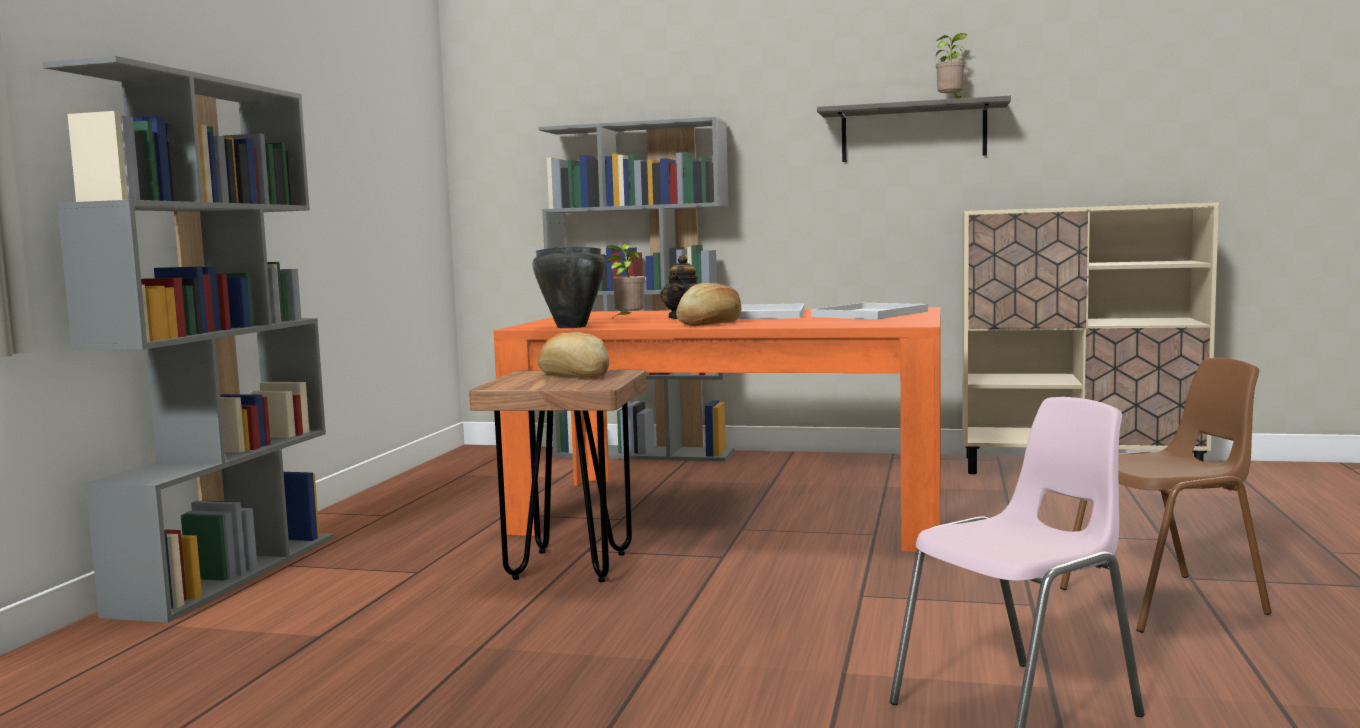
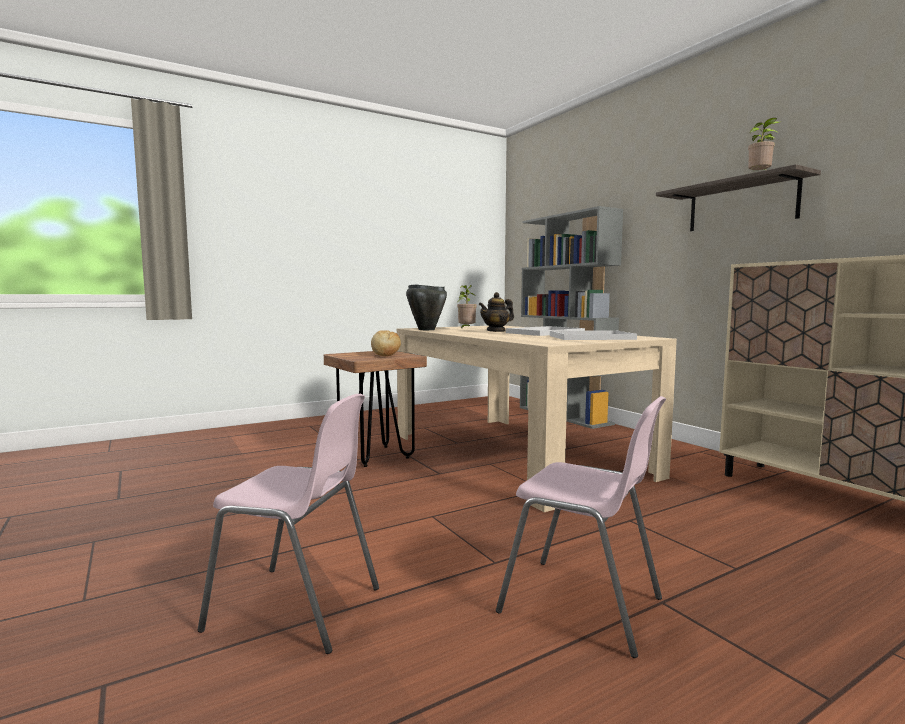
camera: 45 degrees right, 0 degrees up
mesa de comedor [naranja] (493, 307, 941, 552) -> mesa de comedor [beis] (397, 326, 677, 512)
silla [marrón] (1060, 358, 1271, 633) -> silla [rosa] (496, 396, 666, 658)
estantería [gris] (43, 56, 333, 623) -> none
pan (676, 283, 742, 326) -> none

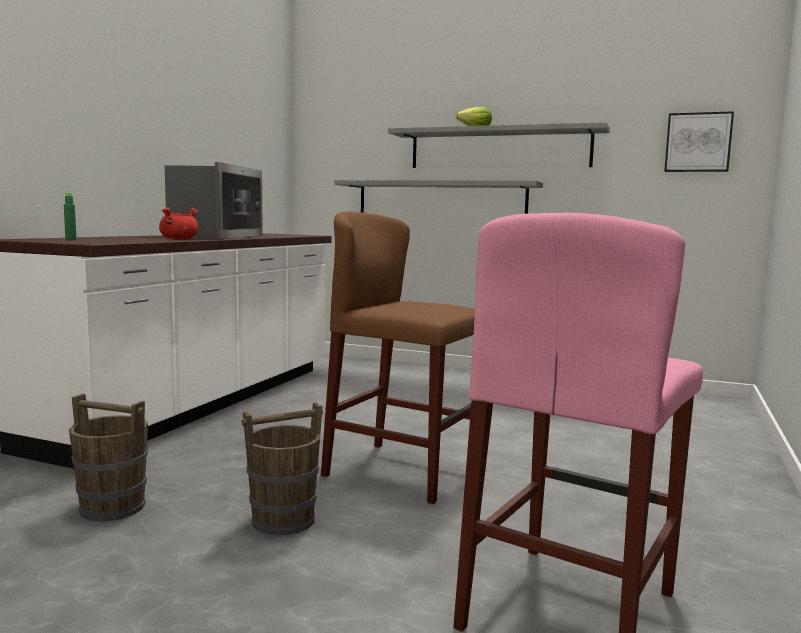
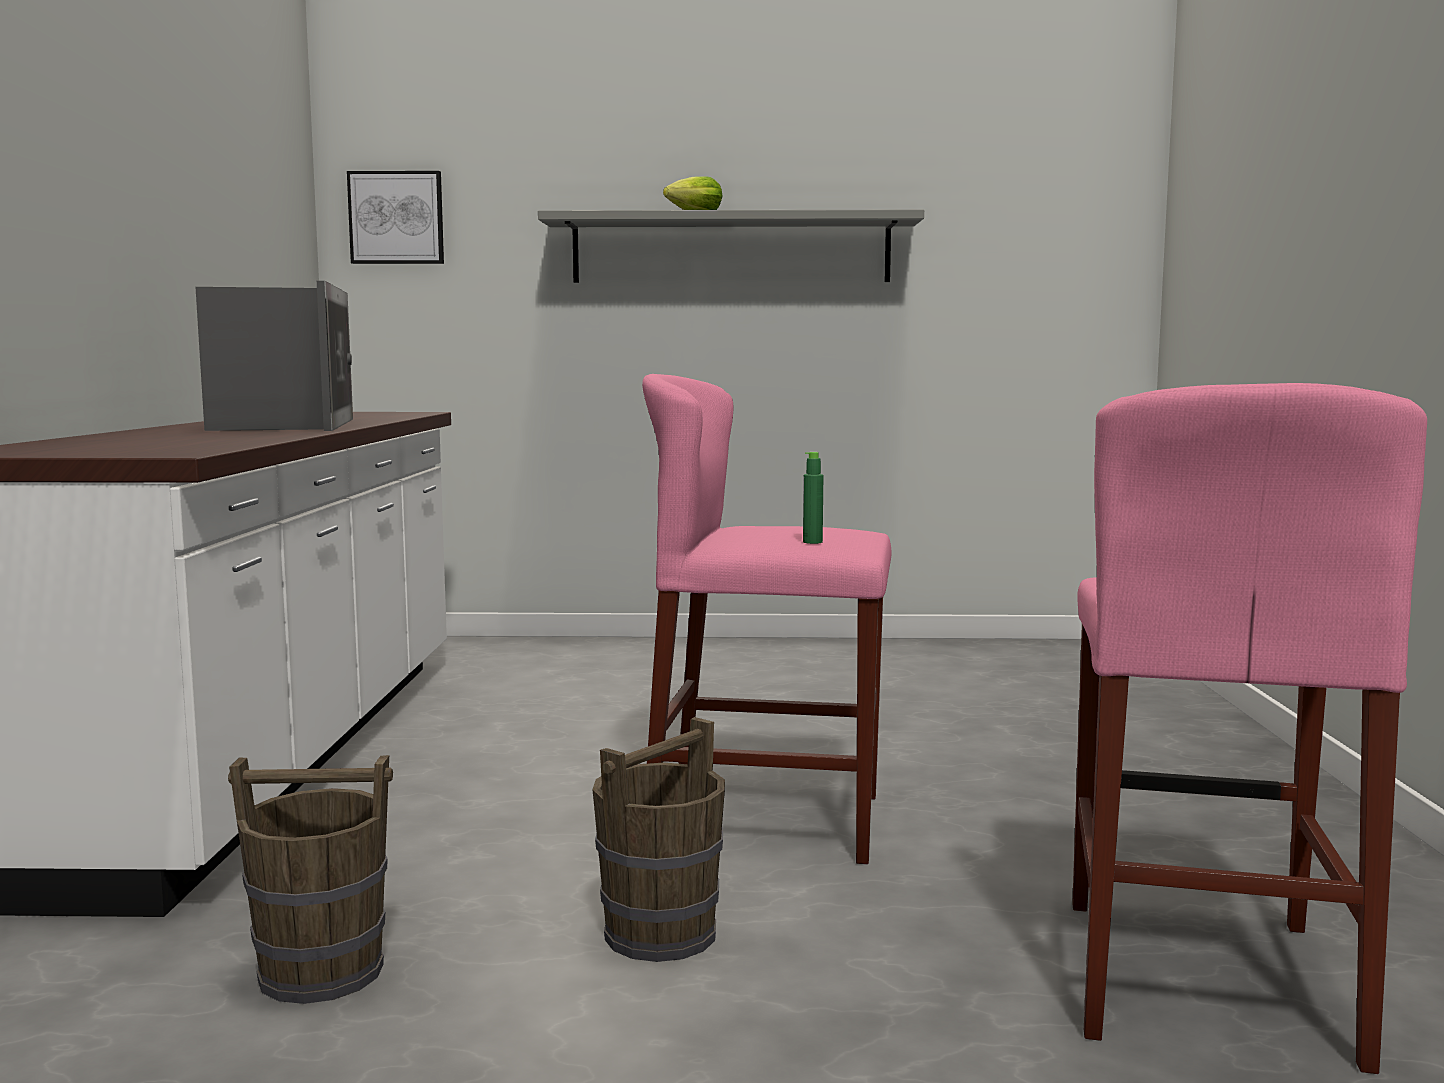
camera: 20 degrees left, 0 degrees up
cuadro (664, 111, 734, 172) -> cuadro (347, 171, 444, 264), shifted
taburete [marrón] (321, 211, 475, 504) -> taburete [rosa] (642, 374, 891, 864)
botella [verde] (64, 193, 77, 240) -> botella [verde] (803, 452, 823, 544), shifted
olla [rojo] (159, 207, 199, 240) -> none
estante [gris] (334, 180, 543, 214) -> none

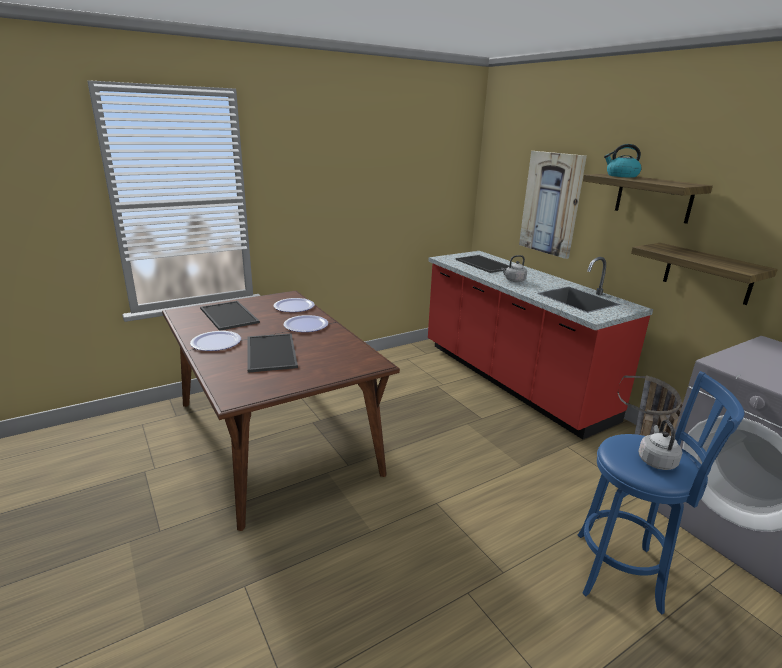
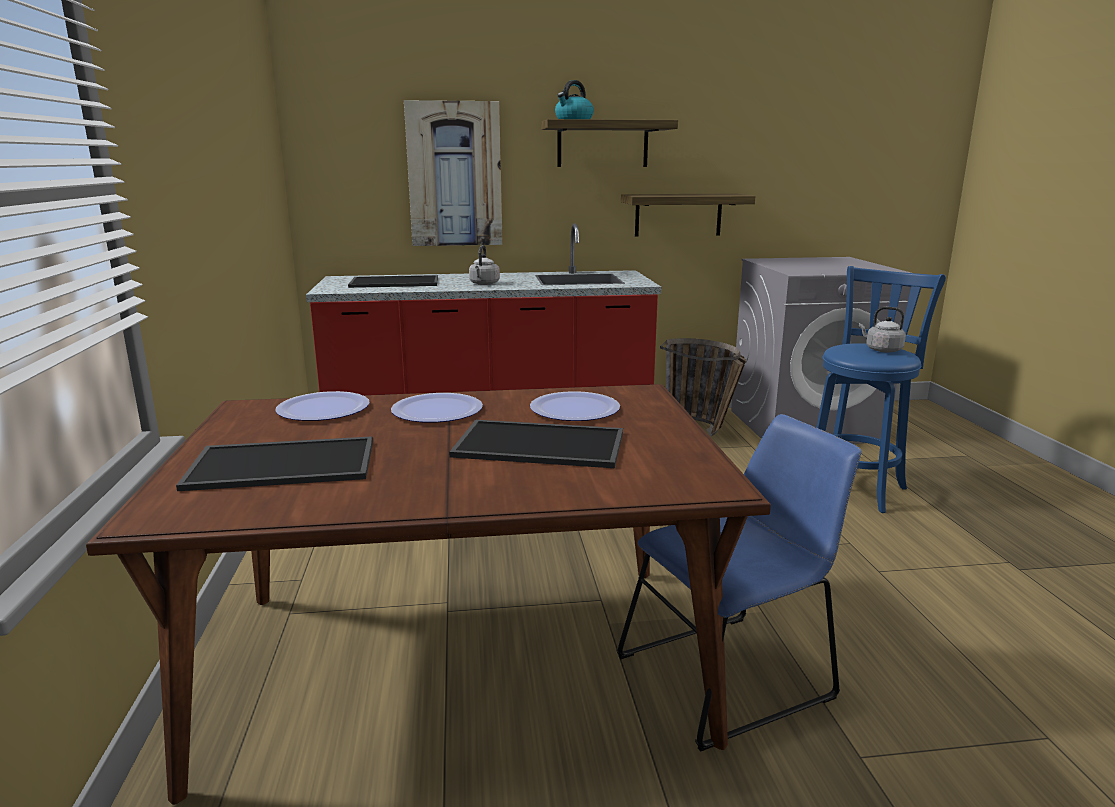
camera: 65 degrees left, 5 degrees down
plato (190, 331, 241, 351) -> plato (530, 391, 620, 421), shifted
none -> silla [azul] (616, 414, 861, 752)

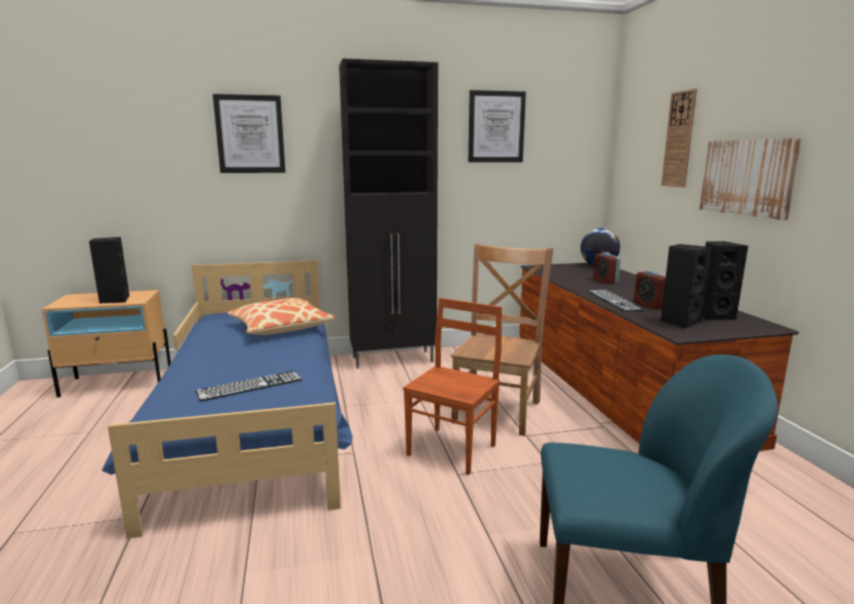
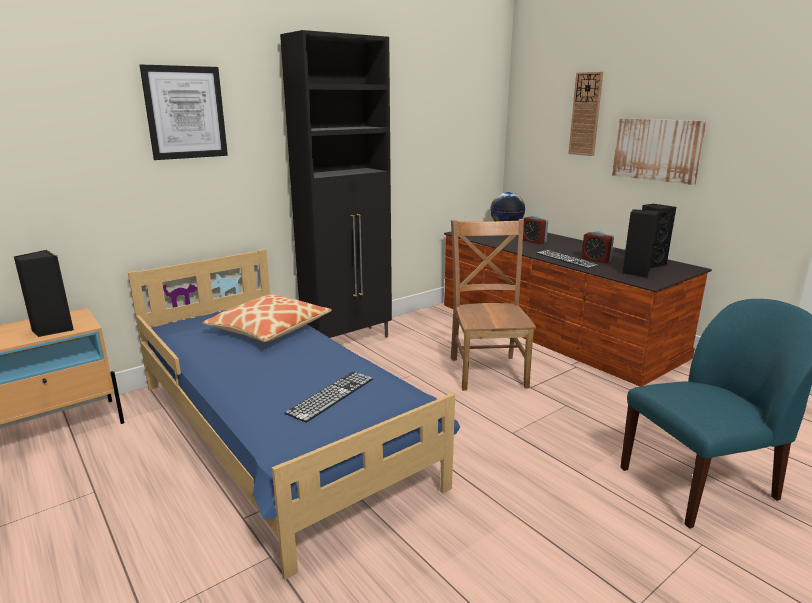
camera: 25 degrees left, 5 degrees up
silla [marrón] (403, 298, 502, 475) -> none
cuadro (468, 90, 526, 162) -> none

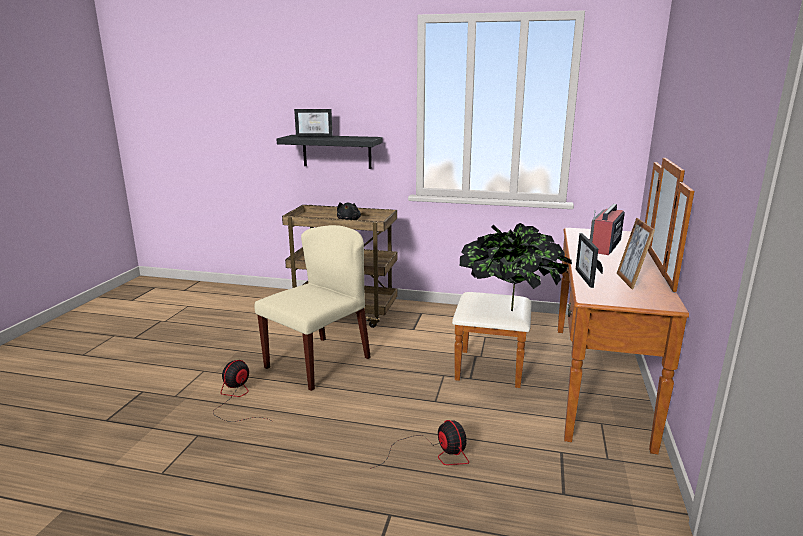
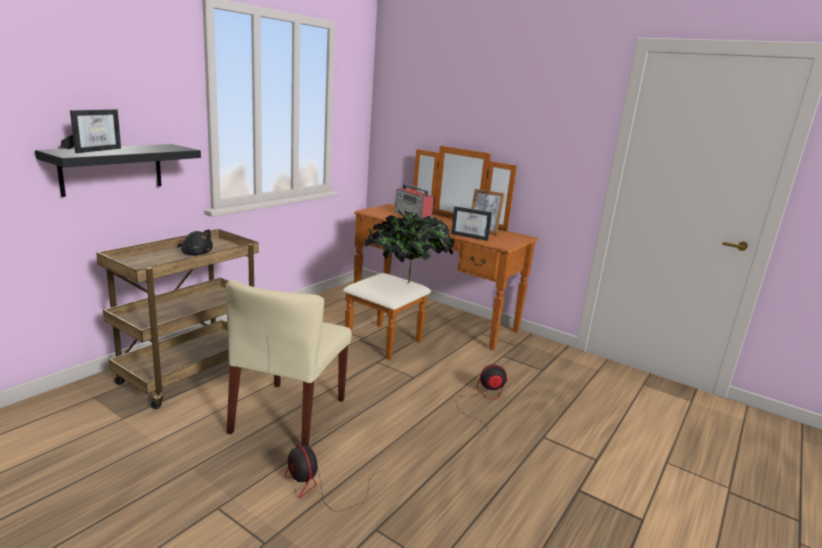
camera: 70 degrees left, 0 degrees up
silla [beis] (254, 225, 371, 391) -> silla [beis] (226, 280, 352, 447), 135 degrees counterclockwise

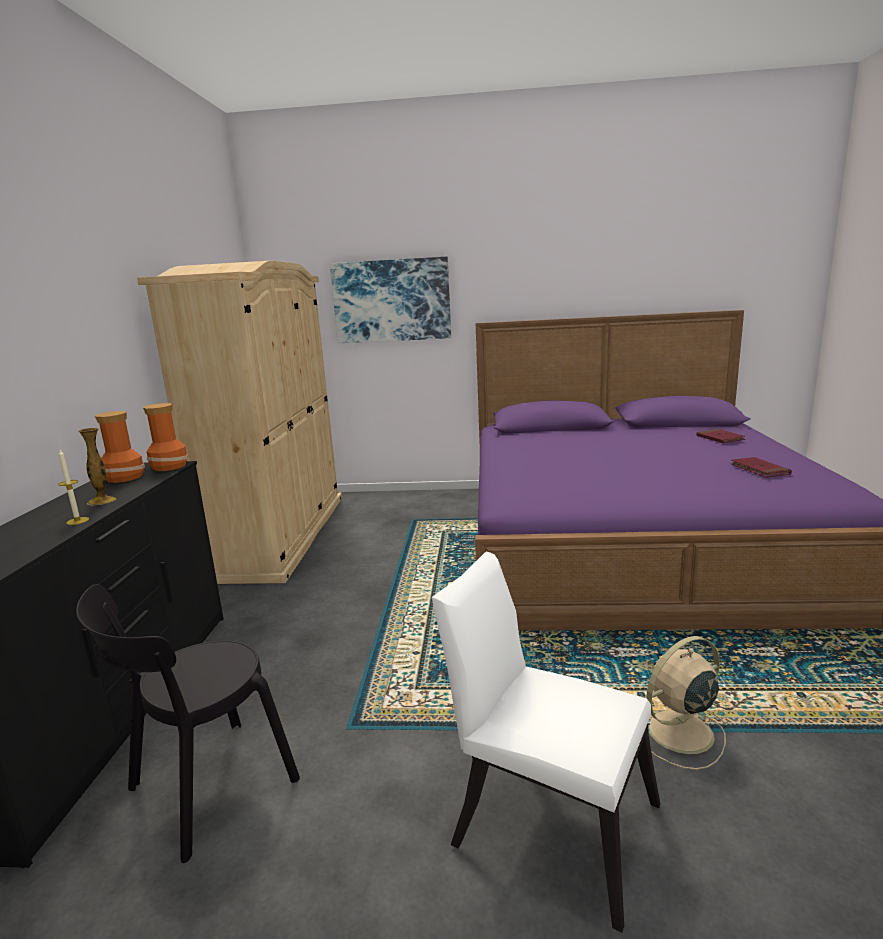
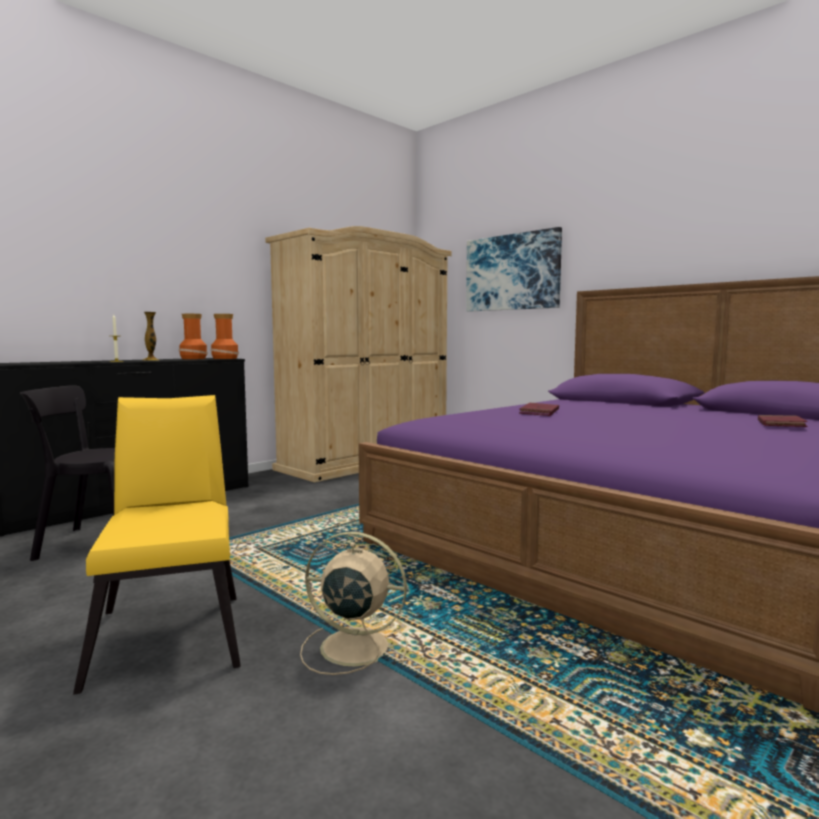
camera: 40 degrees right, 10 degrees down
silla [blanco] (432, 552, 660, 933) -> silla [amarillo] (73, 395, 241, 695)
libro [rojo] (730, 457, 792, 478) -> libro [rojo] (519, 403, 559, 416), shifted

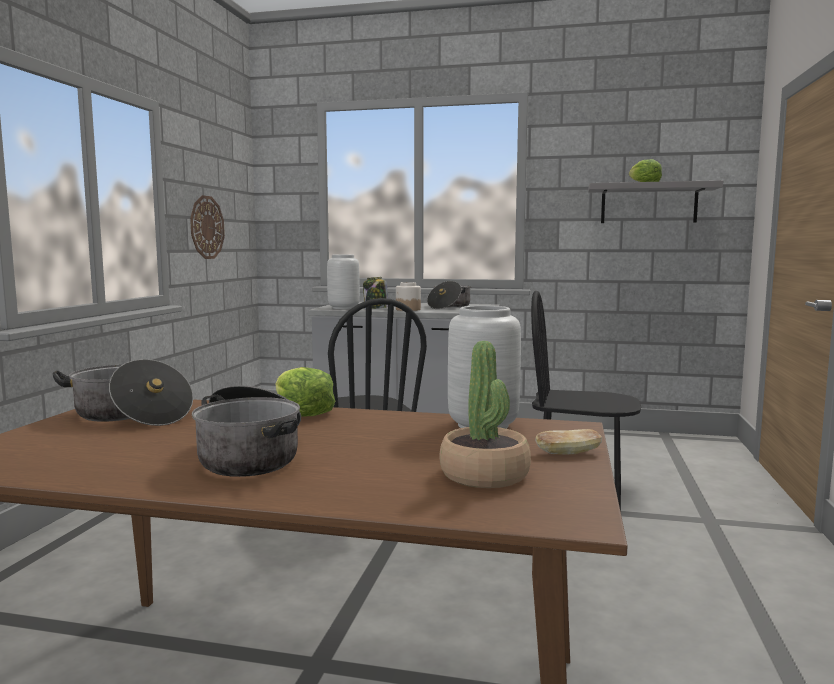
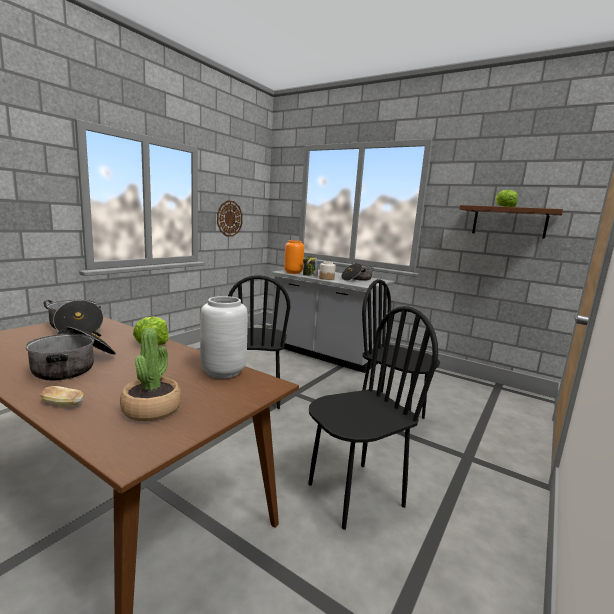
camera: 20 degrees right, 5 degrees up
pan (536, 429, 602, 455) -> pan (40, 386, 84, 406), shifted
florero [gris] (327, 254, 360, 309) -> florero [naranja] (284, 240, 304, 274)
none -> silla [negro] (308, 306, 438, 530)
estante [gris] (588, 180, 723, 223) -> estante [marrón] (460, 205, 563, 239)

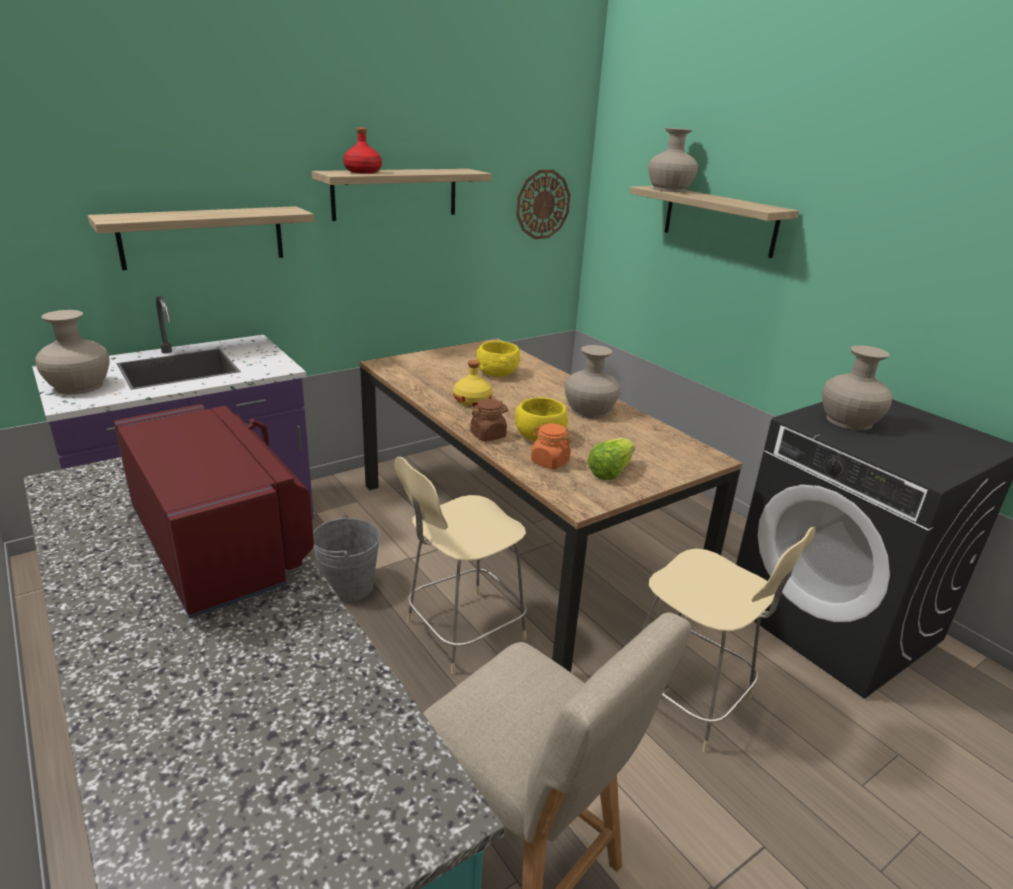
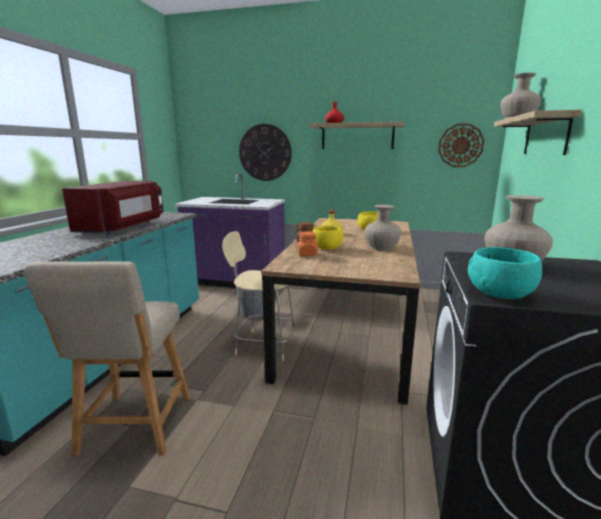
camera: 50 degrees right, 10 degrees down
estante (88, 206, 314, 270) -> reloj de pared (239, 124, 292, 181)
none -> cuenco [turquesa] (468, 247, 542, 299)
florero [beis] (35, 310, 109, 394) -> none
lechuga (588, 438, 635, 480) -> none
silla [beis] (642, 527, 816, 753) -> none

